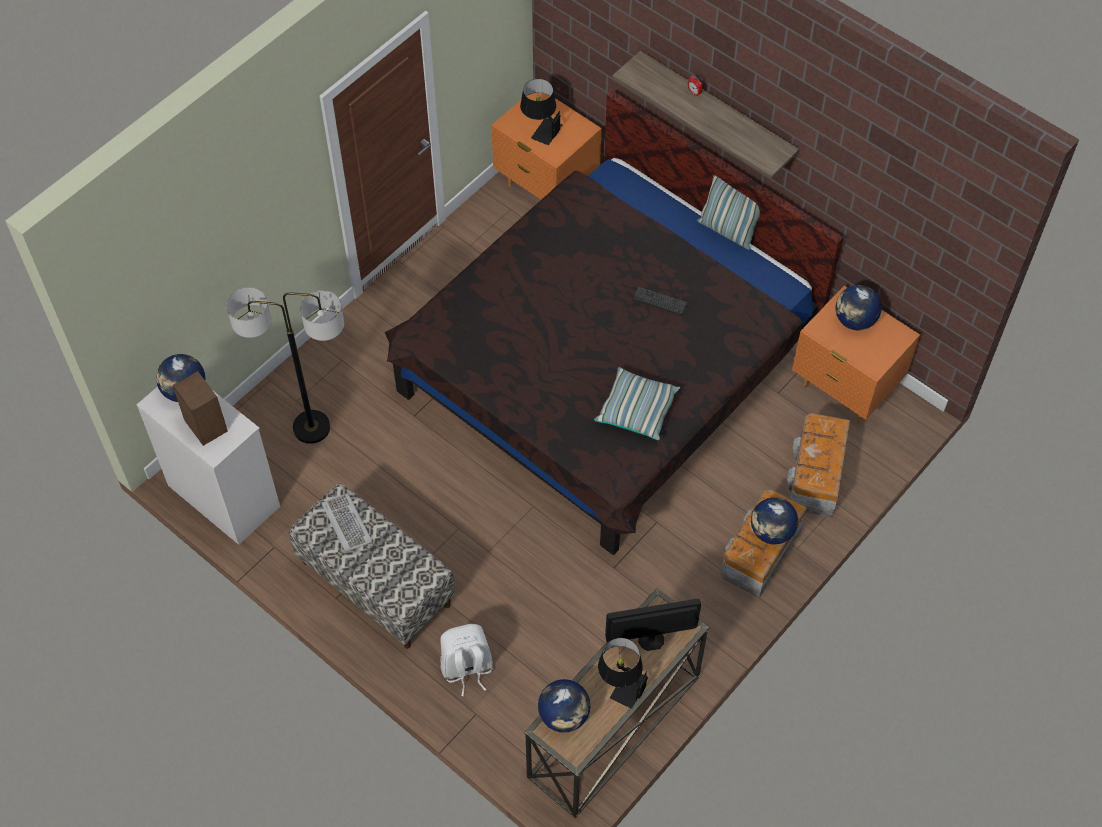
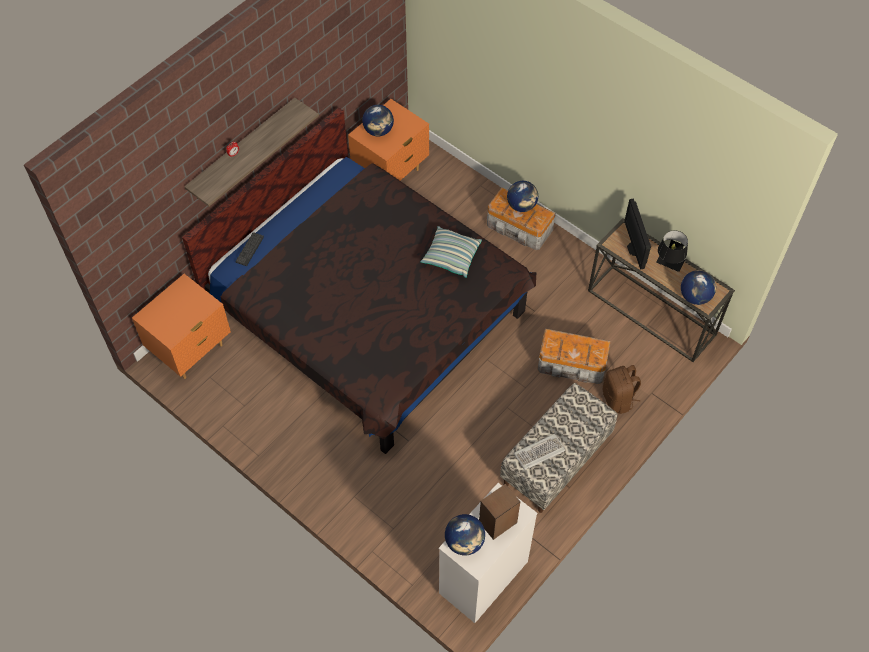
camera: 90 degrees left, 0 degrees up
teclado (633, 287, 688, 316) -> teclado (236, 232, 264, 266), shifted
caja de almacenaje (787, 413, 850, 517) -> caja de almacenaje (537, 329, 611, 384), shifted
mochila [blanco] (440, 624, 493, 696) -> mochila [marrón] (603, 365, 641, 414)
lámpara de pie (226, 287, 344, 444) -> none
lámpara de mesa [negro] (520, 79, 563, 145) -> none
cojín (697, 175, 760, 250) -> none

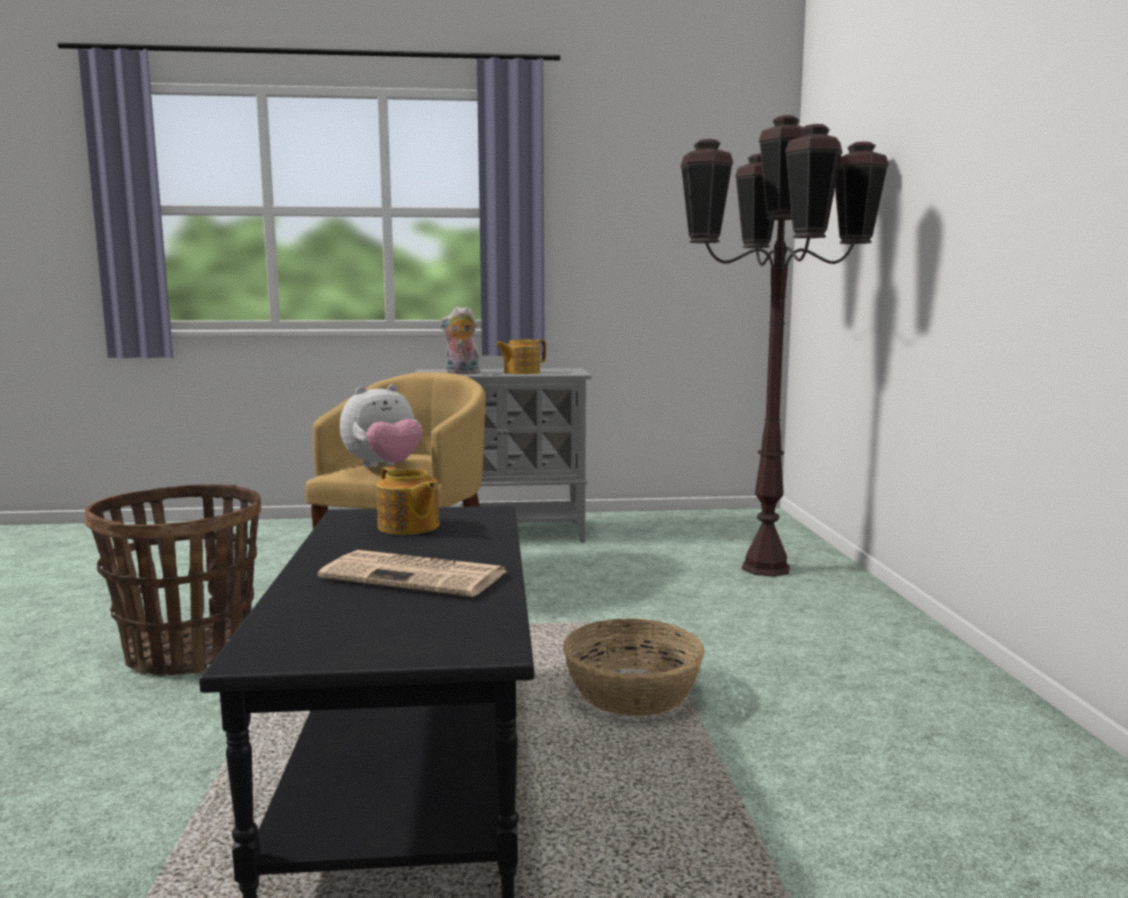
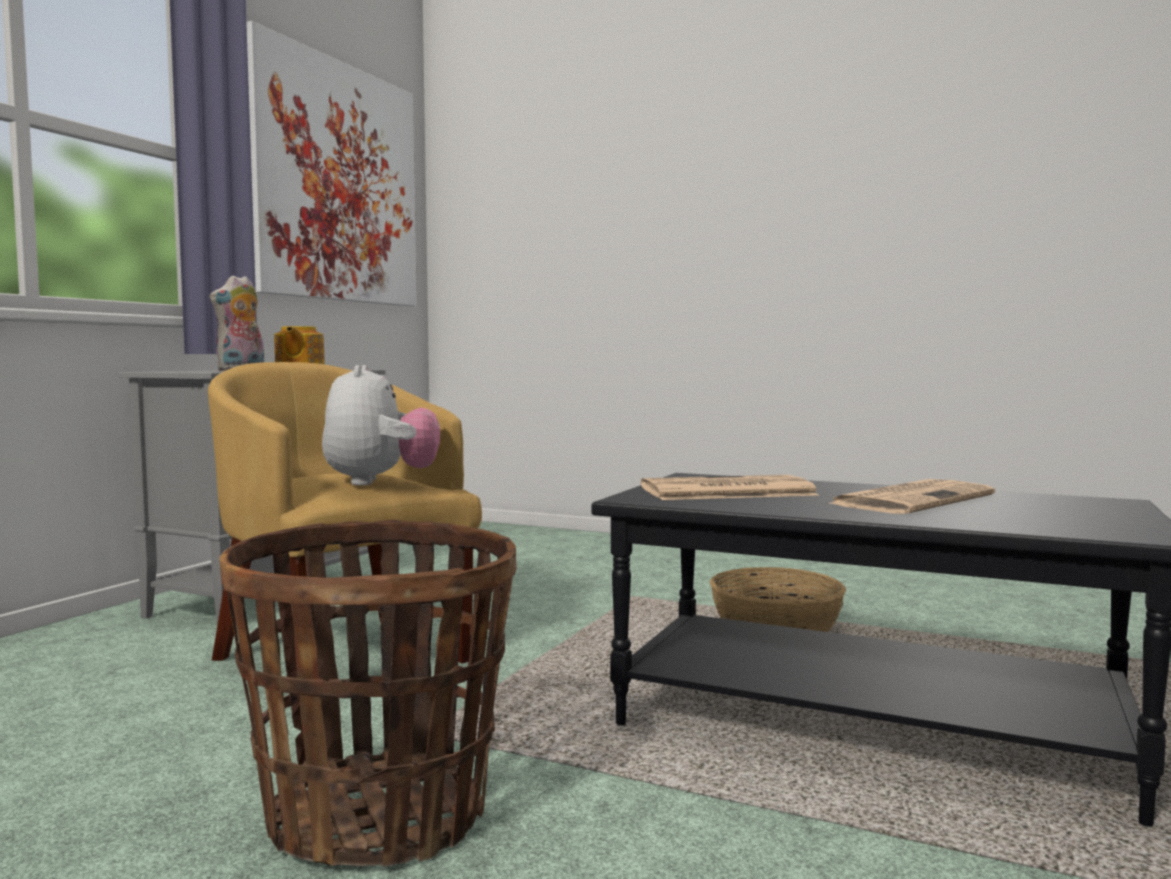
camera: 60 degrees left, 5 degrees down
none -> cuadro (246, 21, 417, 306)
tetera (376, 466, 439, 535) -> periódico (641, 475, 819, 500)
lámpara de pie [marrón] (680, 115, 889, 577) -> none

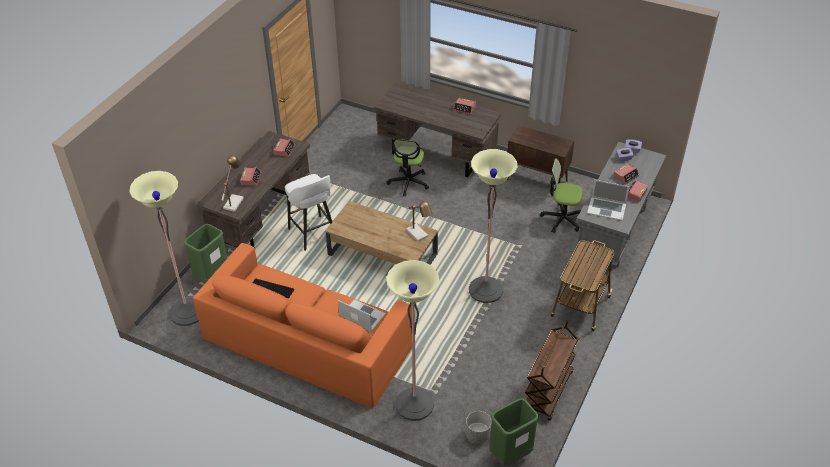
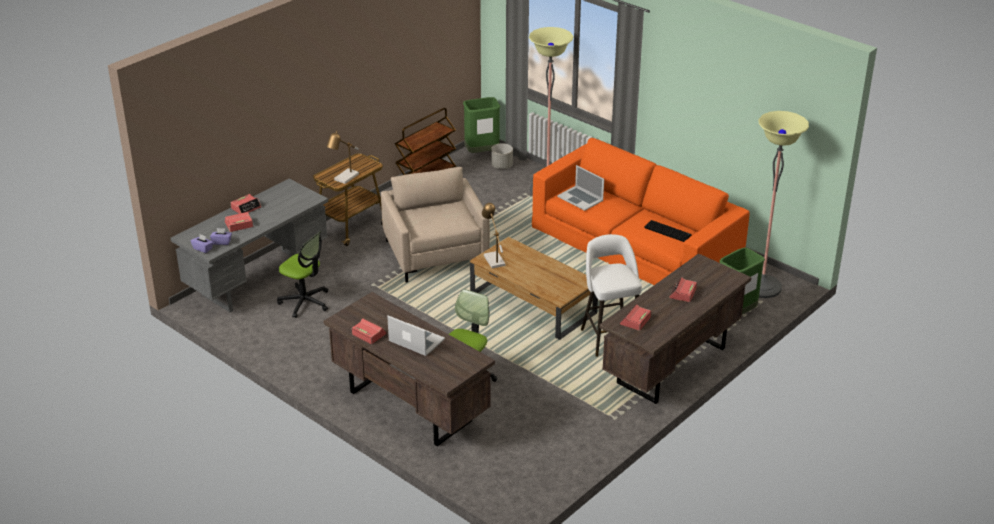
camera: 165 degrees left, 10 degrees down
lámpara de mesa (222, 155, 244, 212) -> lámpara de mesa (326, 131, 359, 184), shifted
lámpara de pie (469, 149, 518, 303) -> sillón [beis] (381, 167, 490, 282)
portátil (587, 180, 630, 221) -> portátil (387, 315, 445, 356), shifted
armario [marrón] (507, 125, 574, 184) -> none

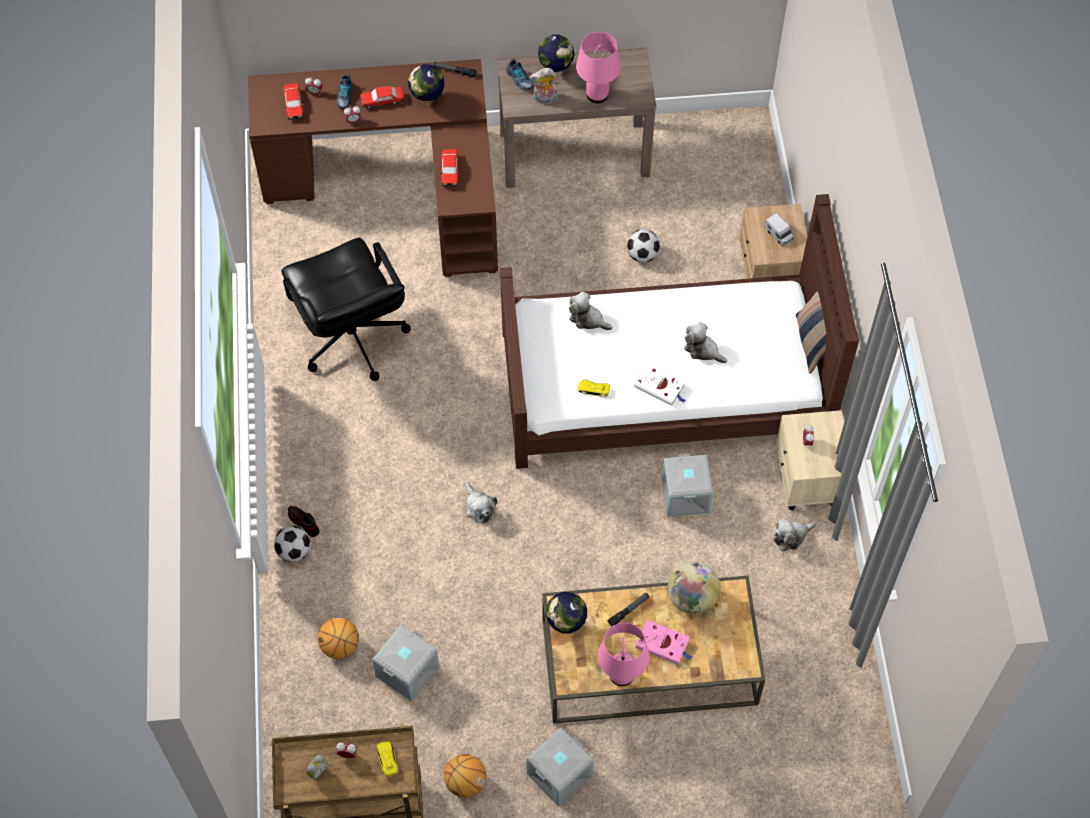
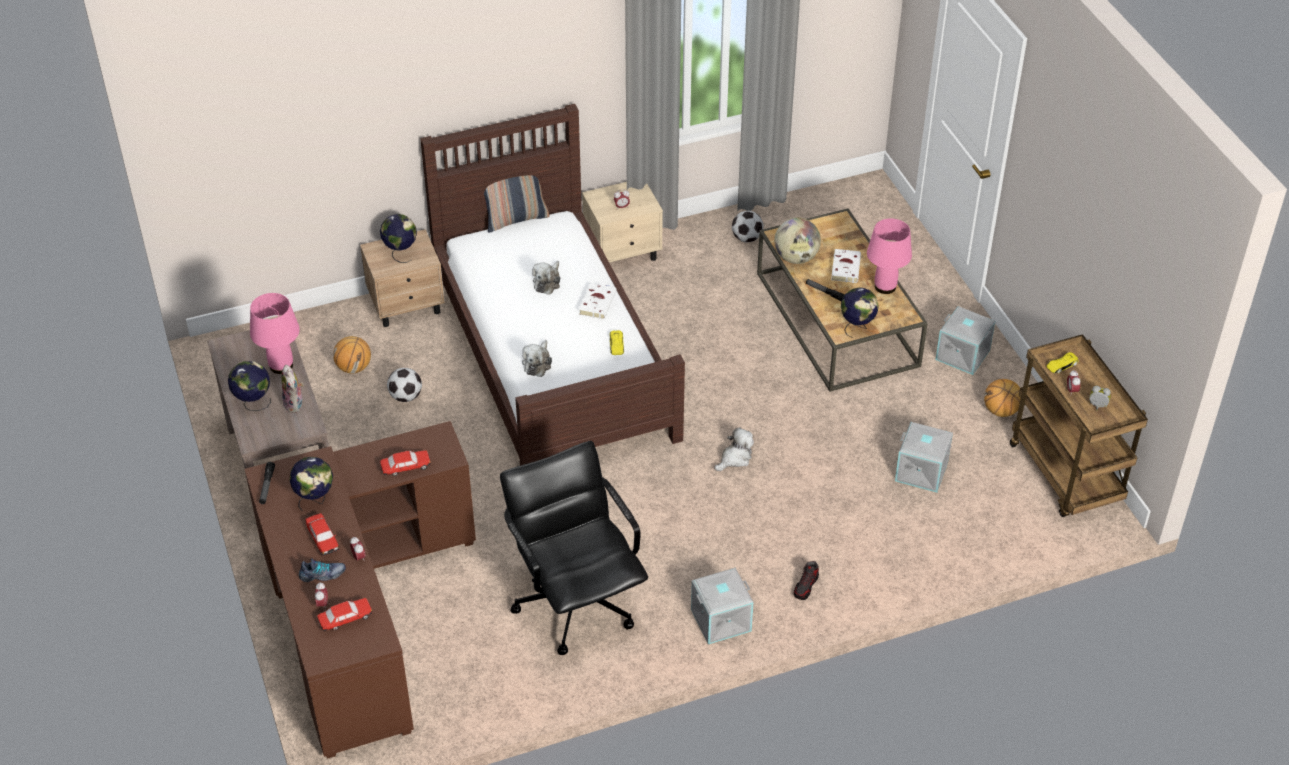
camera: 105 degrees left, 15 degrees down
balón de baloncesto (318, 618, 359, 659) -> balón de baloncesto (333, 336, 371, 373), shifted
camión de juguete (764, 213, 794, 246) -> globo terráqueo (380, 214, 417, 263)
silla de oficina [negro] (282, 238, 411, 381) -> silla de oficina [negro] (500, 441, 648, 655), 75 degrees counterclockwise
caja de almacenaje [gris] (661, 453, 713, 517) -> caja de almacenaje [gris] (691, 568, 754, 644), shifted
balón de fútbol (274, 526, 311, 562) -> balón de fútbol (732, 211, 764, 242), shifted
libro [rosa] (636, 620, 692, 665) -> libro [blanco] (831, 249, 861, 283)
zapato (506, 59, 534, 90) -> none
peluche (773, 518, 817, 551) -> none

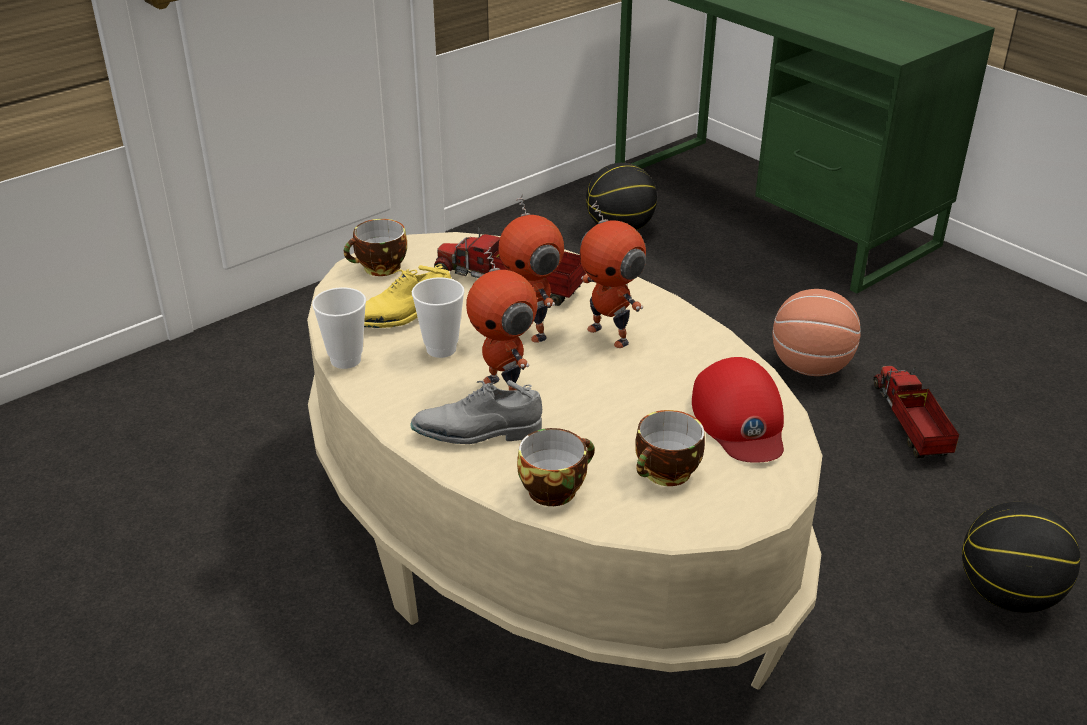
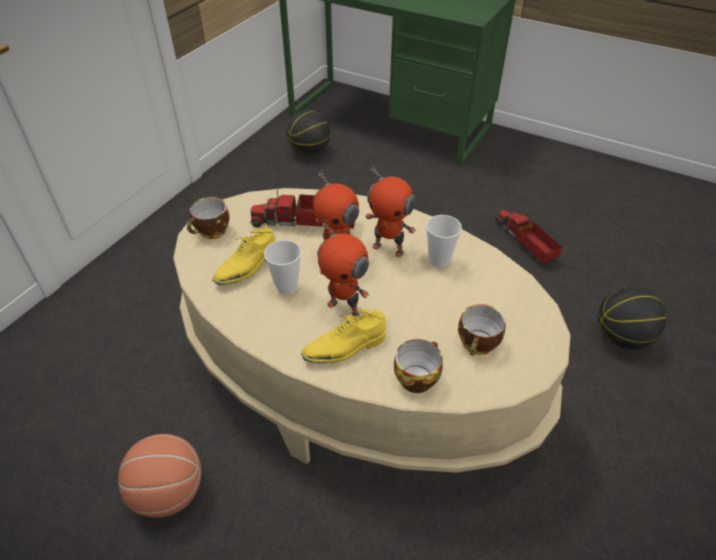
camera: 20 degrees left, 10 degrees up
balón de baloncesto (772, 289, 861, 376) -> balón de baloncesto (118, 434, 201, 518), shifted
zapato [gris] (411, 380, 542, 444) -> zapato [amarillo] (301, 309, 386, 363)
taza (312, 287, 366, 369) -> taza (426, 215, 462, 268), shifted
gorra [rojo] (692, 357, 784, 463) -> none

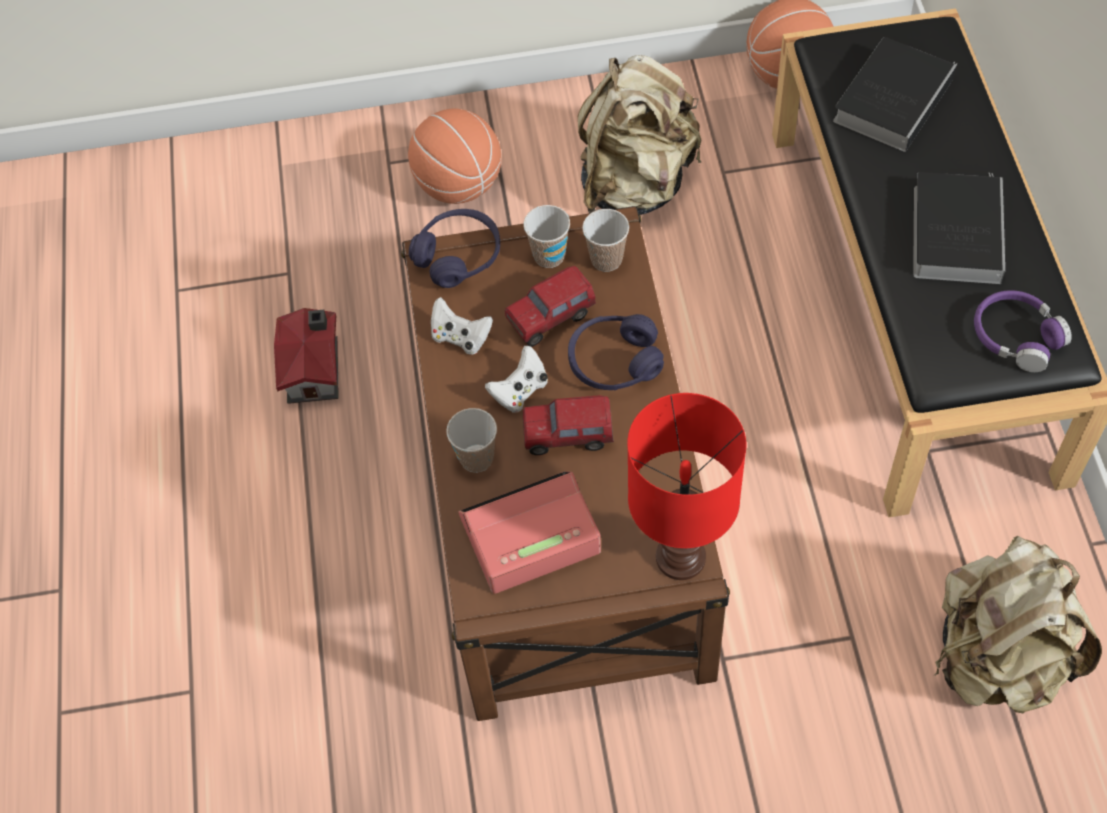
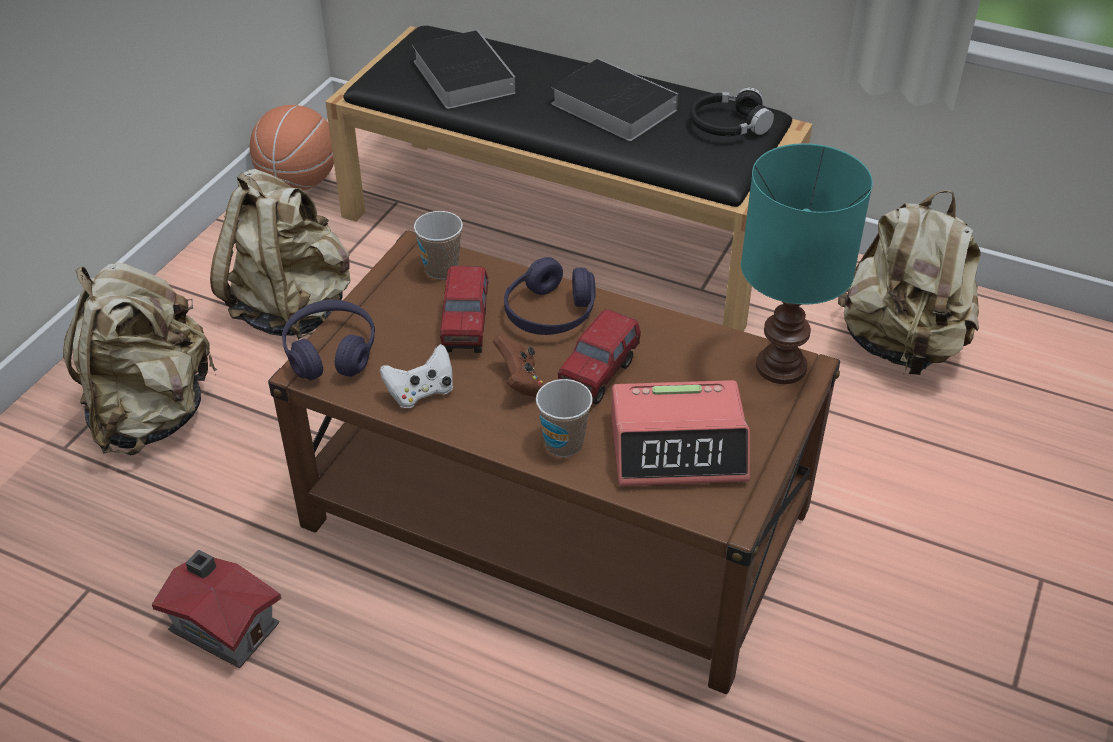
camera: 60 degrees left, 15 degrees down
balón de baloncesto (408, 108, 502, 204) -> mochila [beis] (63, 263, 217, 455)
mando de consola [blanco] (485, 346, 548, 413) -> mando de consola [marrón] (493, 335, 543, 397)
despertador (459, 471, 601, 594) -> despertador (611, 380, 750, 486), 105 degrees counterclockwise
auriculares [morado] (974, 290, 1072, 372) -> auriculares [negro] (690, 87, 774, 136)
lámpara de mesa [rojo] (627, 393, 746, 580) -> lámpara de mesa [turquesa] (741, 143, 873, 384)
taza (523, 205, 570, 268) -> none

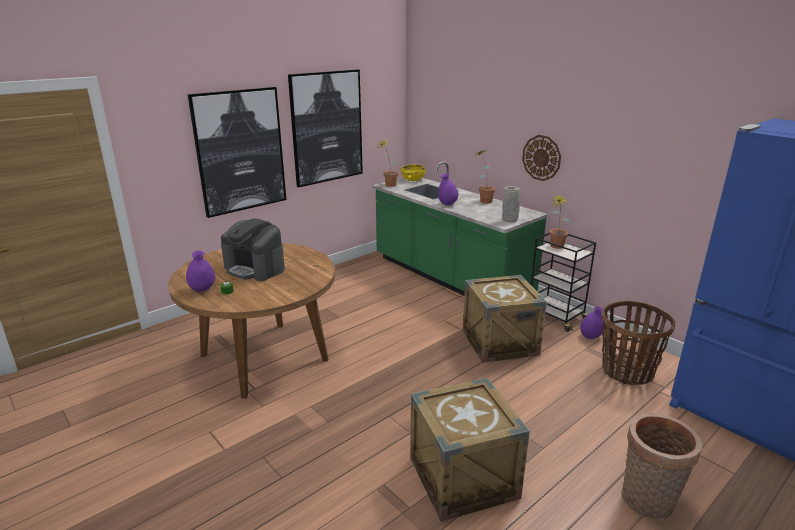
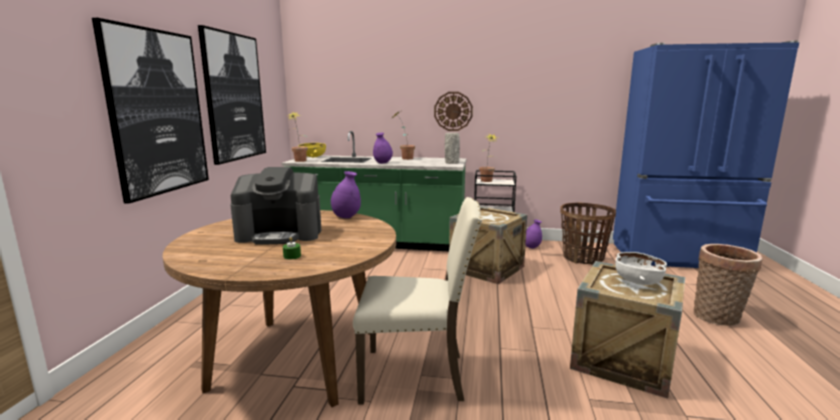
camera: 40 degrees left, 10 degrees down
florero [morado] (186, 251, 215, 292) -> florero [morado] (331, 171, 361, 218), shifted
none -> silla [beis] (353, 197, 482, 404)
none -> cuenco [blanco] (615, 252, 667, 285)

